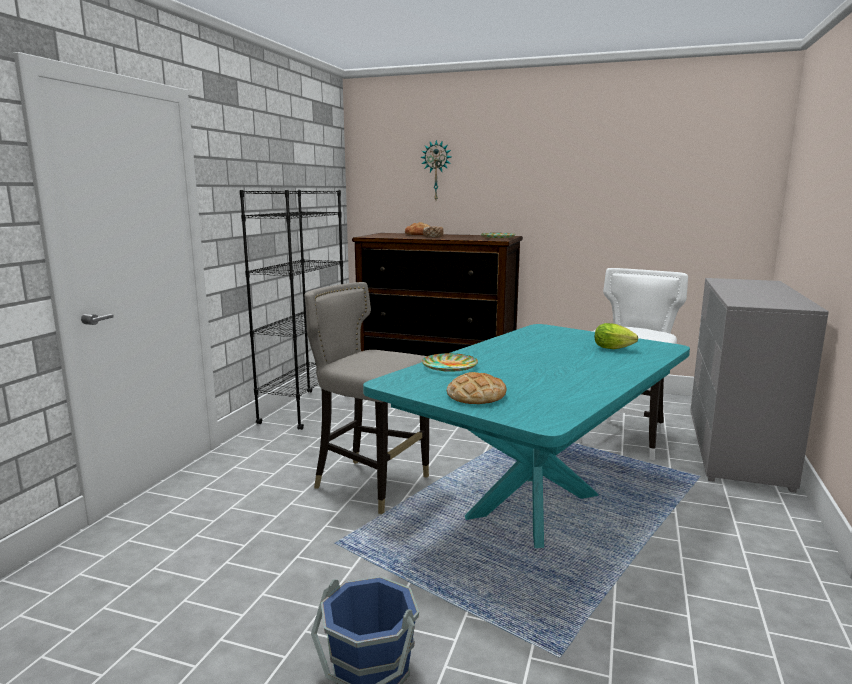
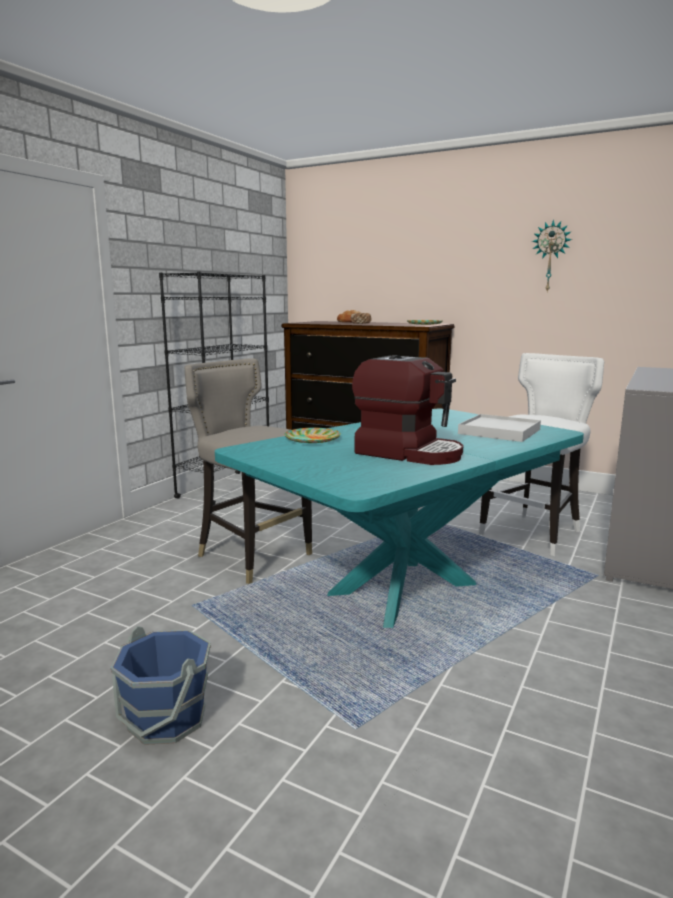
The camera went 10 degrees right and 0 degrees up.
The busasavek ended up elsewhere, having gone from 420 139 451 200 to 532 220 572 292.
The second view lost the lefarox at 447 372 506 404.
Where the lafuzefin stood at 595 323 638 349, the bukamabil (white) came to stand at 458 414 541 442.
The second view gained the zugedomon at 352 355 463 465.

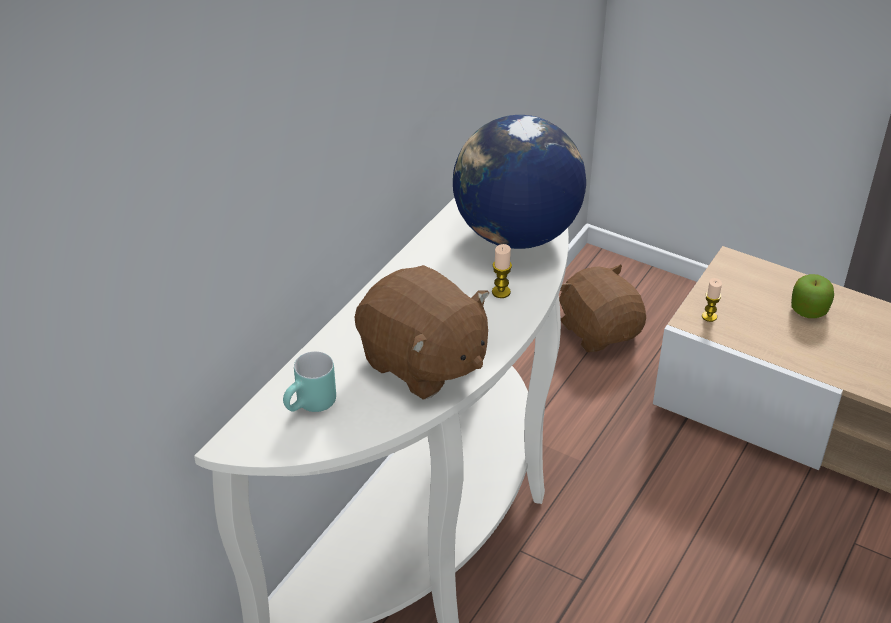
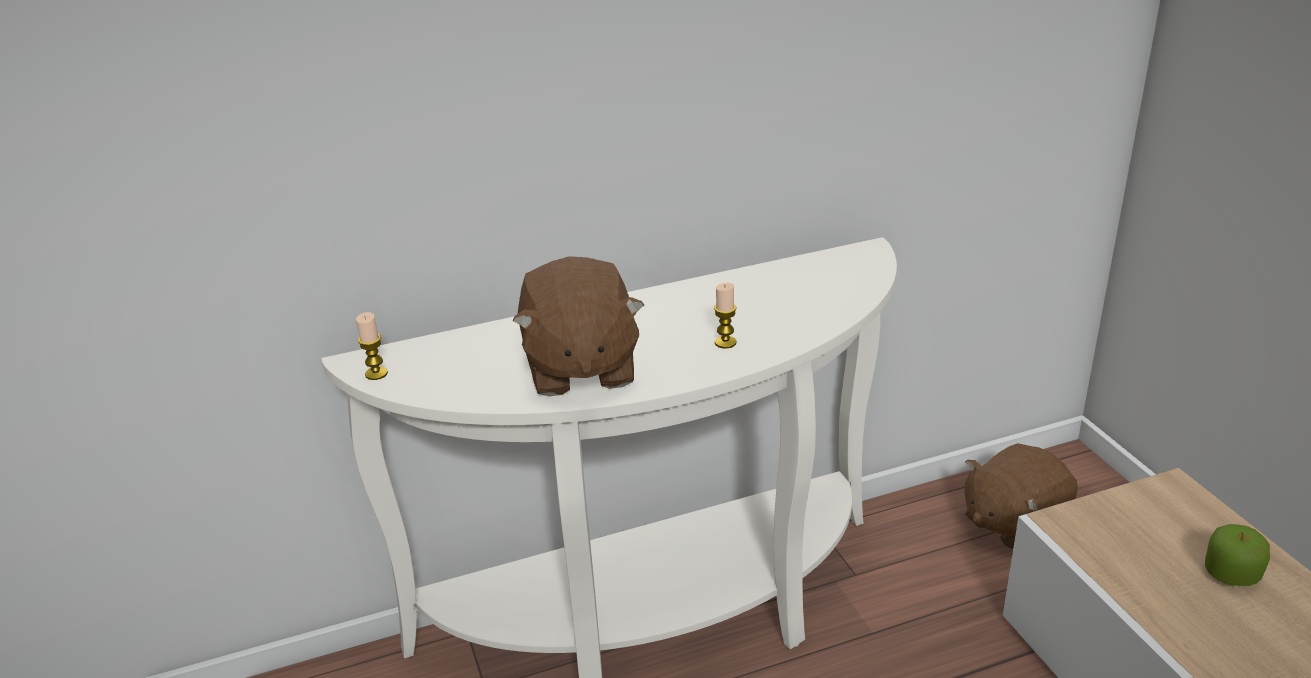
The camera went 40 degrees right and 10 degrees down.
The second view lost the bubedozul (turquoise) at 283 351 336 412.
The second view lost the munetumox at 453 115 586 249.
The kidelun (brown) at 559 264 646 352 ended up facing another way, 135 degrees counterclockwise from before.
The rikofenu ended up elsewhere, having gone from 702 278 722 322 to 356 312 388 380.

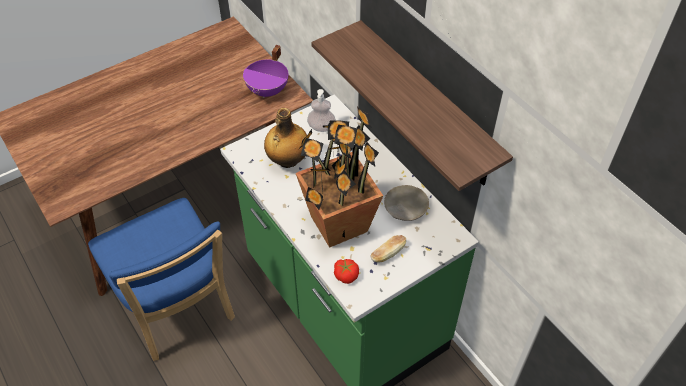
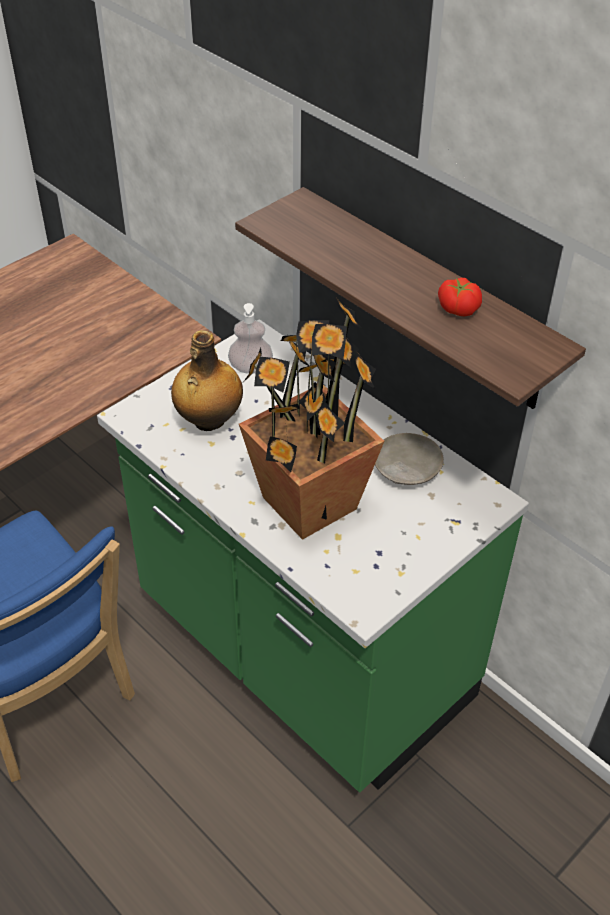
The camera went 10 degrees left and 5 degrees down.
The second view lost the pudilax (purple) at 243 45 288 98.
The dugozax ended up elsewhere, having gone from 334 259 359 284 to 438 278 482 316.
The second view lost the lefarox at 370 235 407 262.

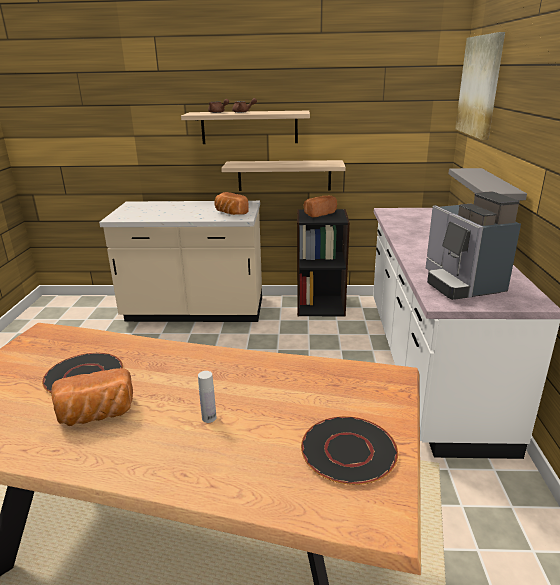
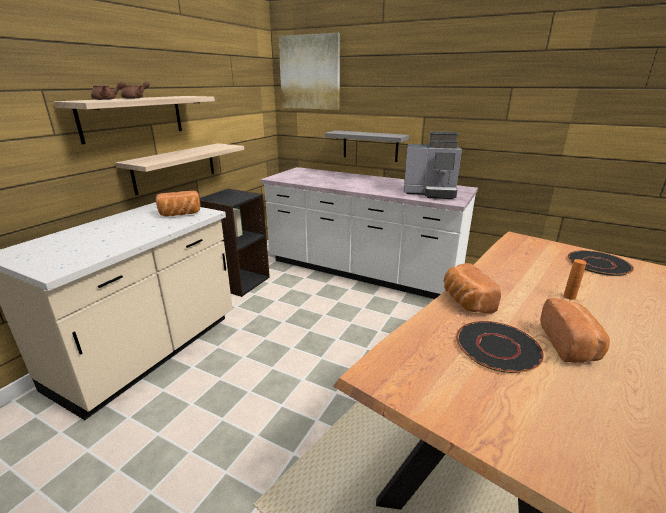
The camera went 65 degrees left and 0 degrees up.
What was the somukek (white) at 198 371 216 423 turned into the somukek (orange) at 563 259 586 300.
The lefarox ended up elsewhere, having gone from 304 196 337 218 to 444 263 501 313.

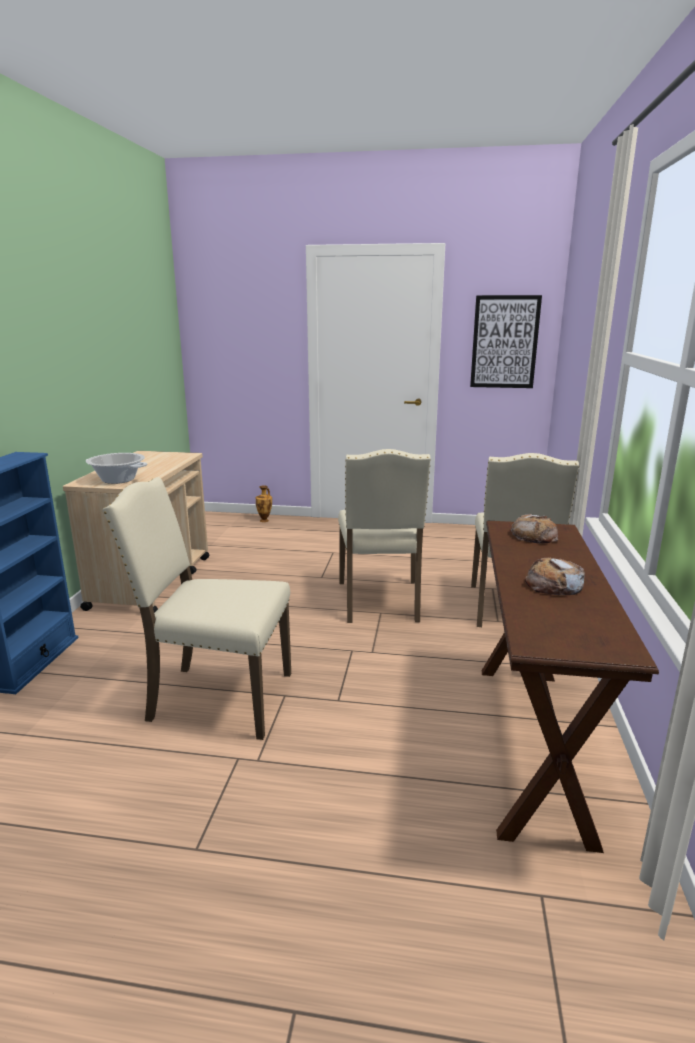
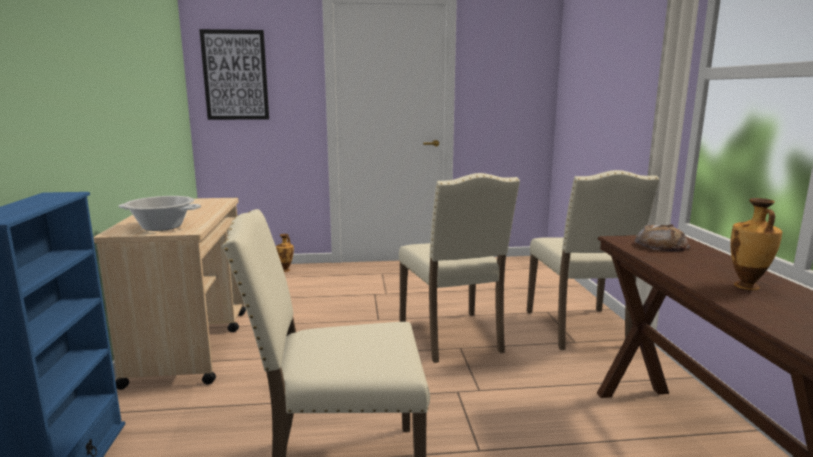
The camera went 15 degrees left and 5 degrees down.
The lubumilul ended up elsewhere, having gone from 470 295 542 388 to 199 29 269 120.
Where the lefarox stood at 525 558 585 595, the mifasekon came to stand at 730 198 782 290.

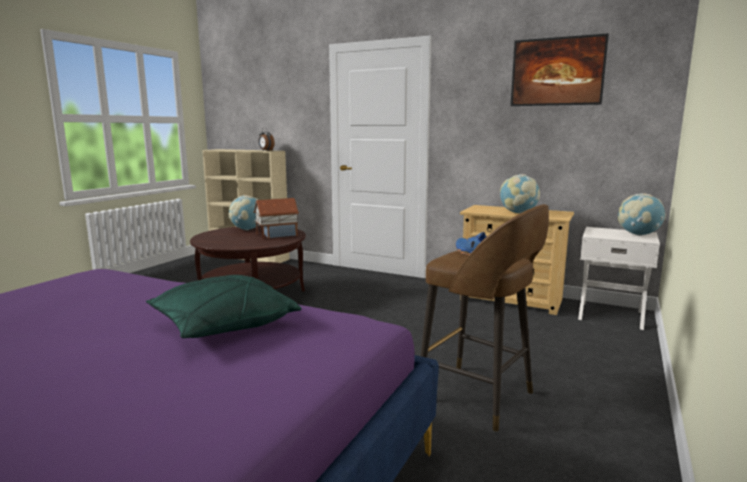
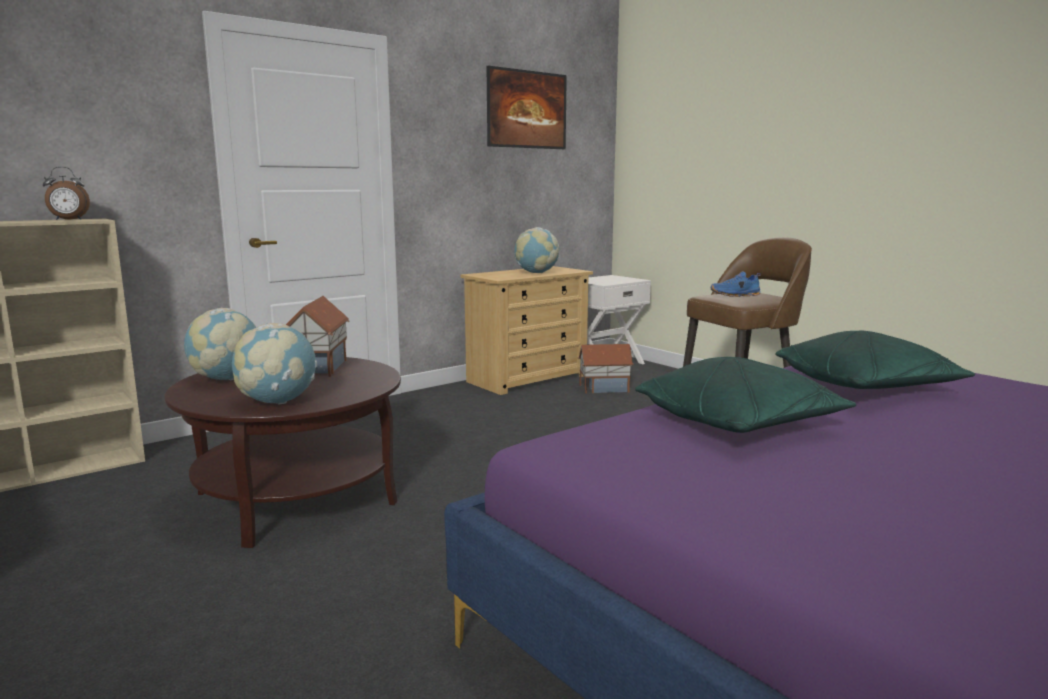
The camera went 65 degrees left and 0 degrees up.
The munetumox ended up elsewhere, having gone from 618 193 666 236 to 232 323 317 405.
The second view gained the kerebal at 578 344 633 393.
The second view gained the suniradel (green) at 635 357 856 433.

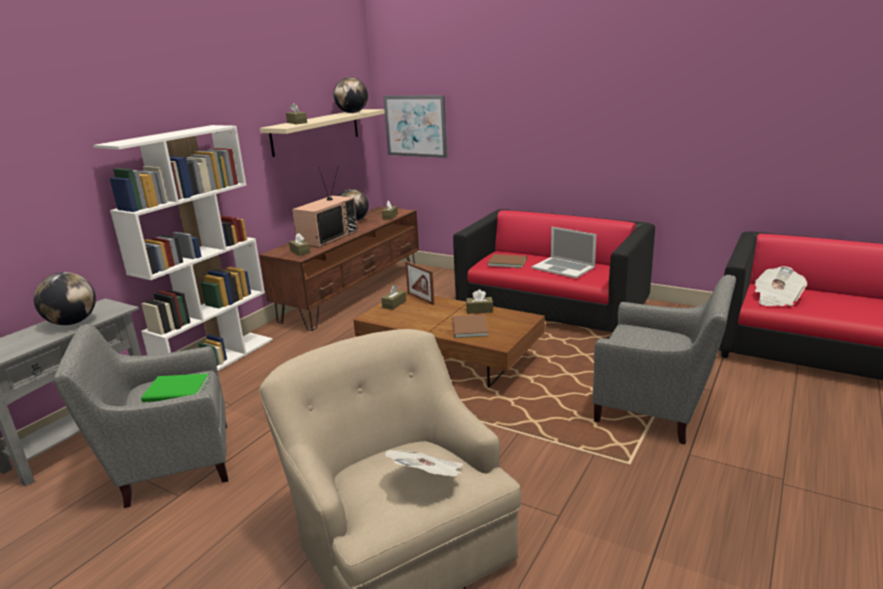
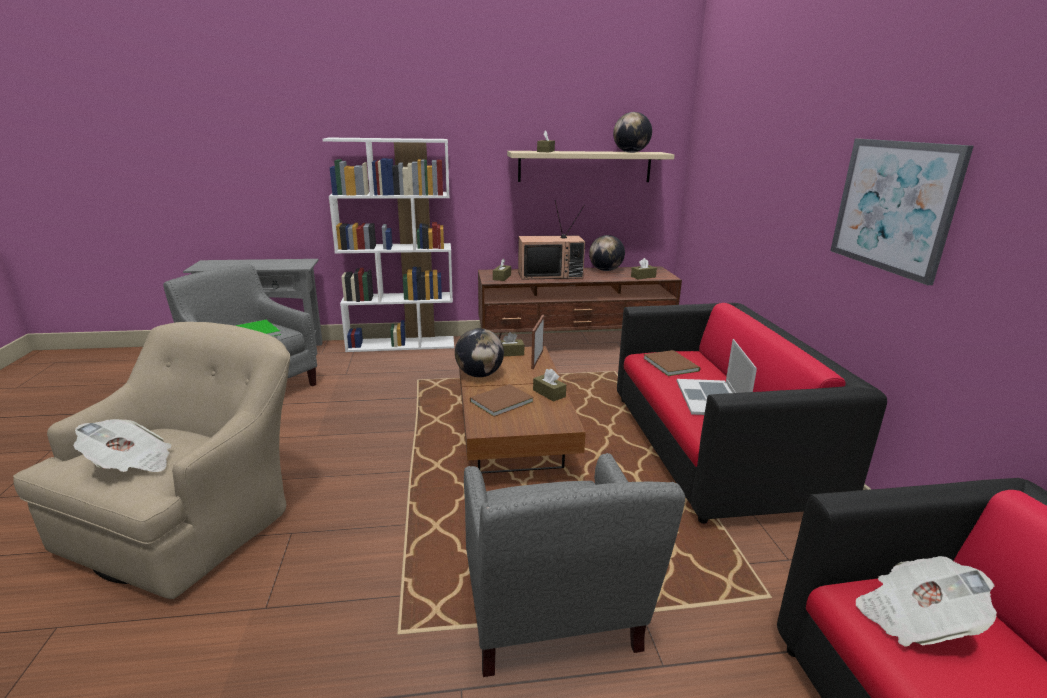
The camera went 50 degrees right and 0 degrees up.
The munetumox ended up elsewhere, having gone from 34 272 96 325 to 455 328 504 377.
The lubumilul ended up elsewhere, having gone from 383 95 447 158 to 830 139 974 285.

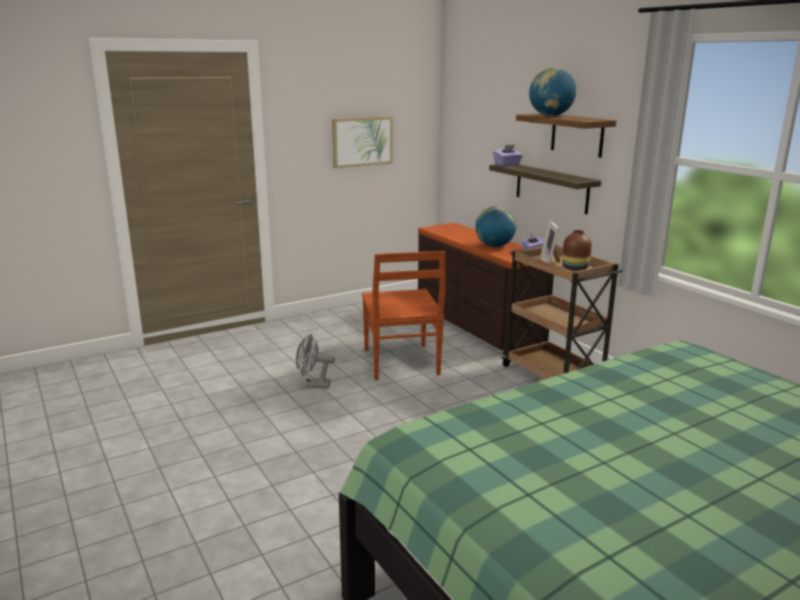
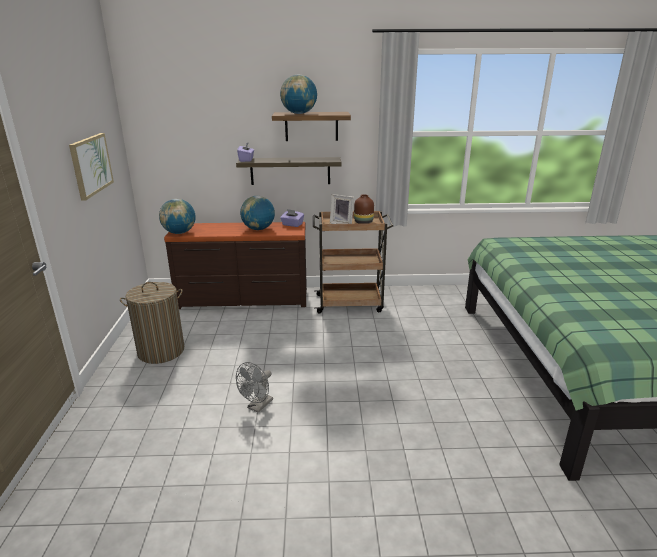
The camera went 60 degrees left and 5 degrees up.
The second view lost the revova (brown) at 362 251 446 380.
The second view gained the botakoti at 120 282 184 364.
The second view gained the munetumox at 159 199 196 234.

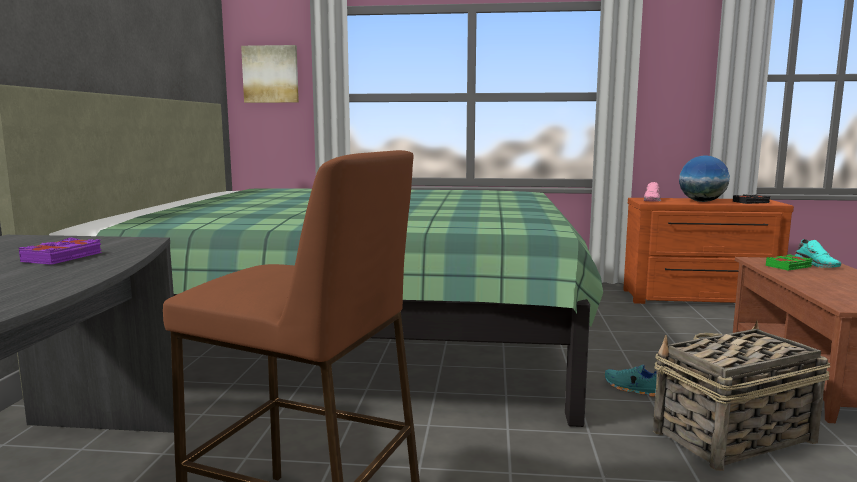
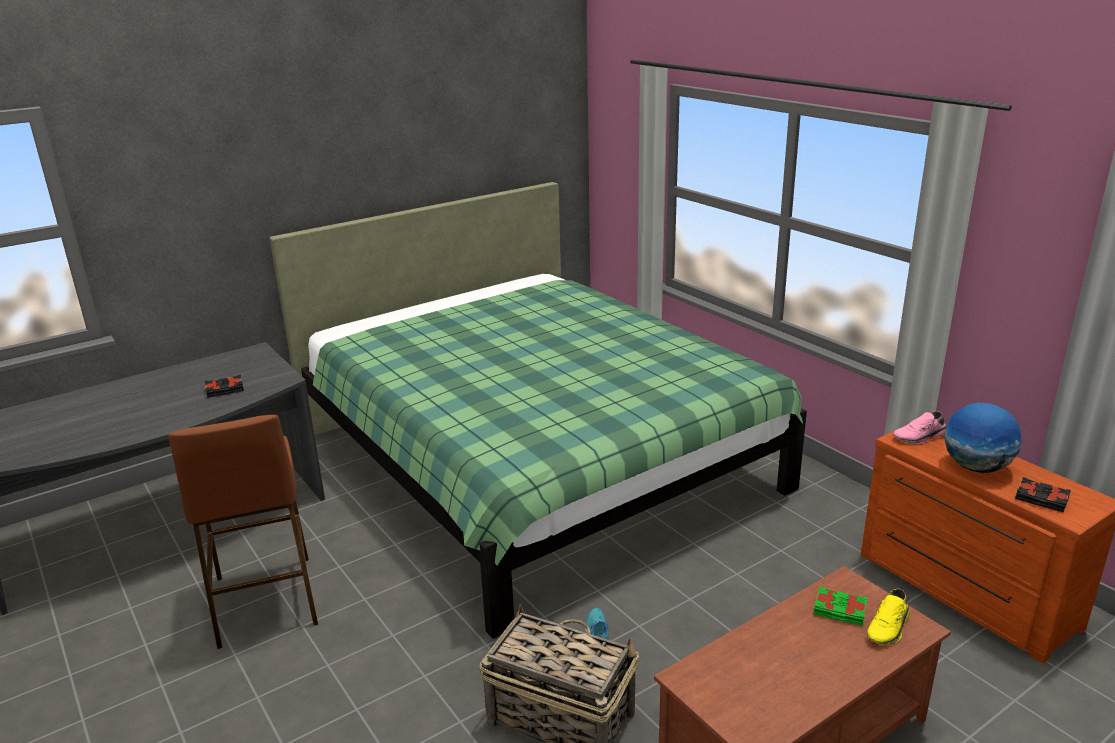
The camera went 50 degrees right and 15 degrees up.
What was the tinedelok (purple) at 19 238 101 265 turned into the tinedelok (black) at 204 375 244 398.
The second view lost the lubumilul at 241 45 299 103.
What was the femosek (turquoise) at 794 239 841 268 turned into the femosek (yellow) at 867 589 910 645.

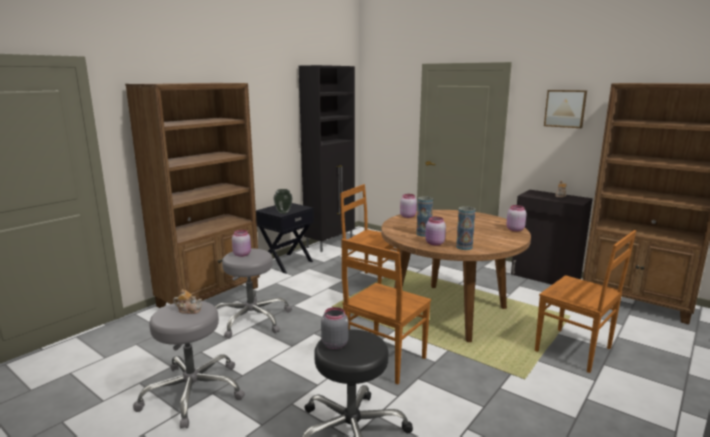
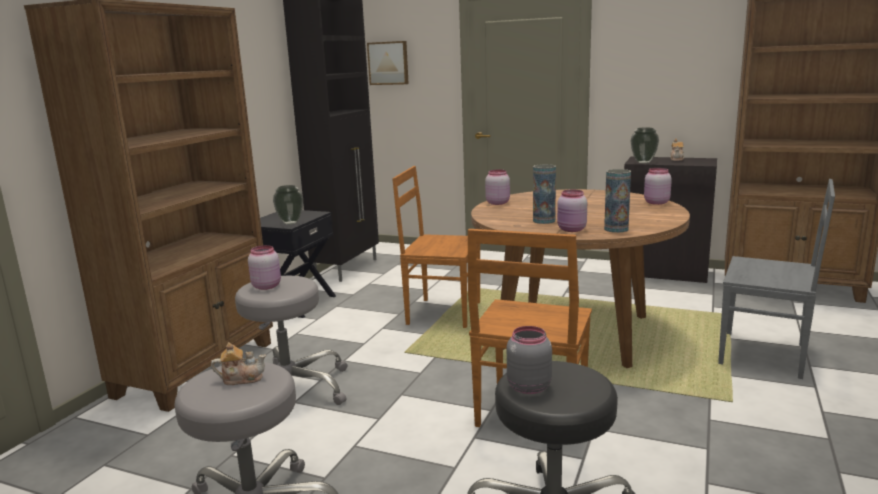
The camera went 15 degrees left and 0 degrees up.
What was the revova (brown) at 535 230 636 373 turned into the revova (grey) at 718 179 835 379.
The lubumilul ended up elsewhere, having gone from 544 90 587 128 to 367 41 409 85.
The second view gained the mifasekon at 631 127 659 163.

